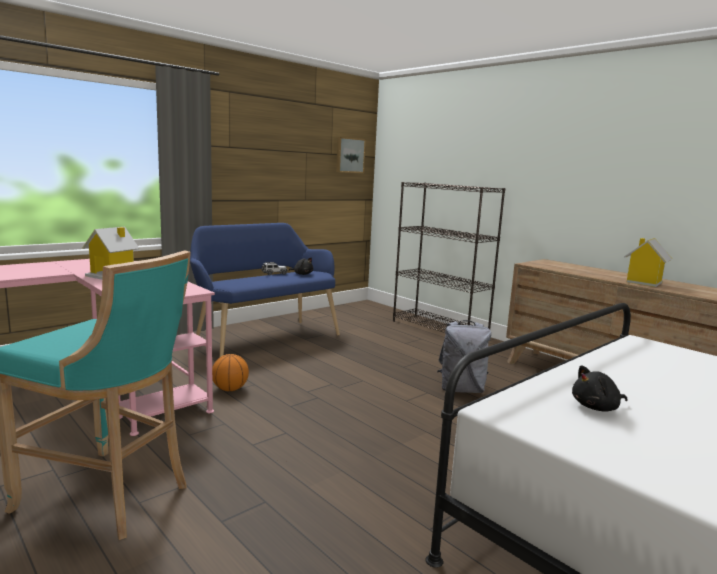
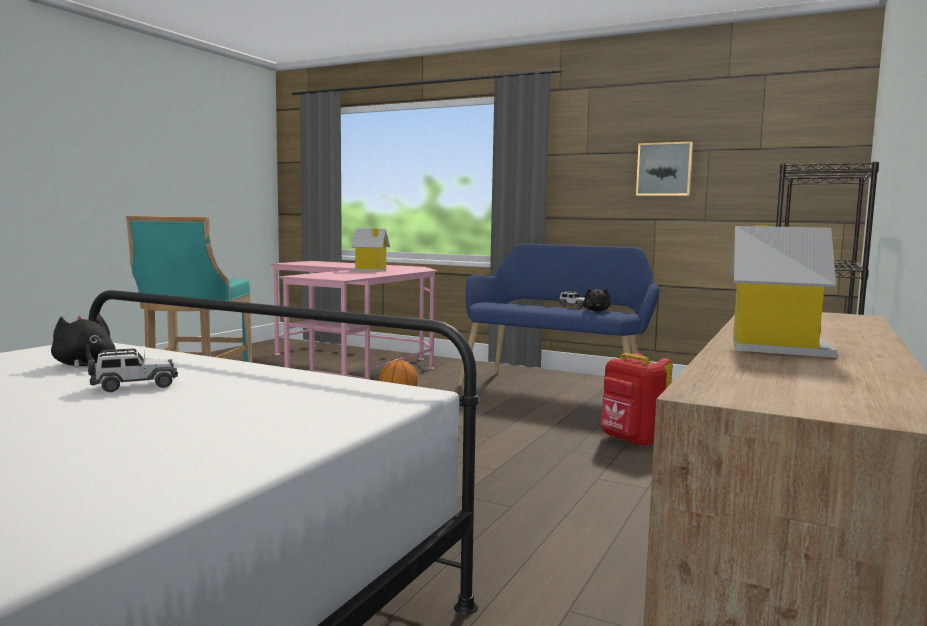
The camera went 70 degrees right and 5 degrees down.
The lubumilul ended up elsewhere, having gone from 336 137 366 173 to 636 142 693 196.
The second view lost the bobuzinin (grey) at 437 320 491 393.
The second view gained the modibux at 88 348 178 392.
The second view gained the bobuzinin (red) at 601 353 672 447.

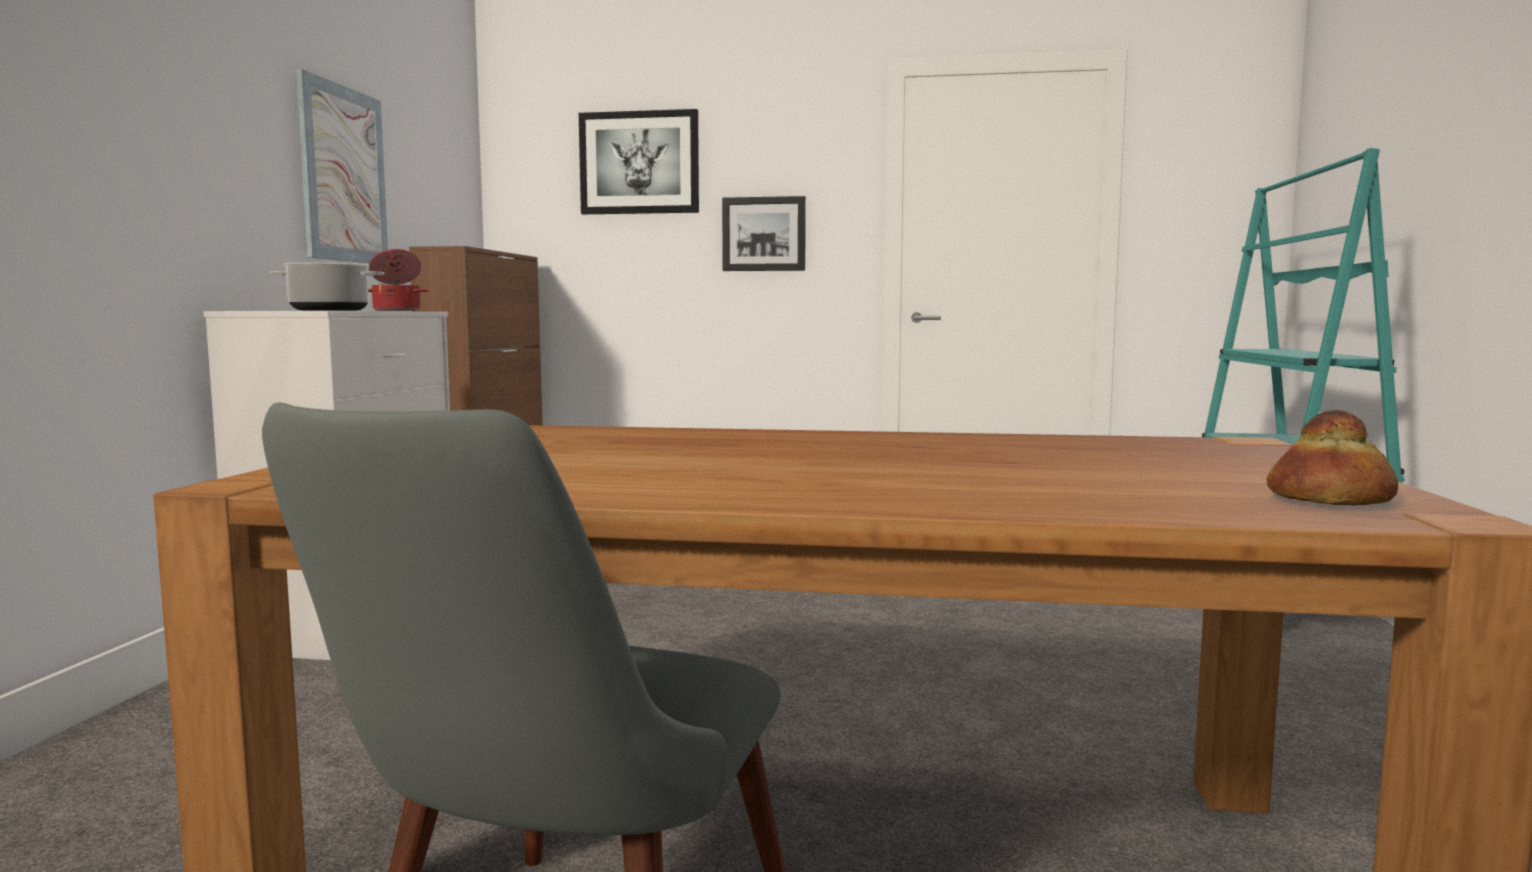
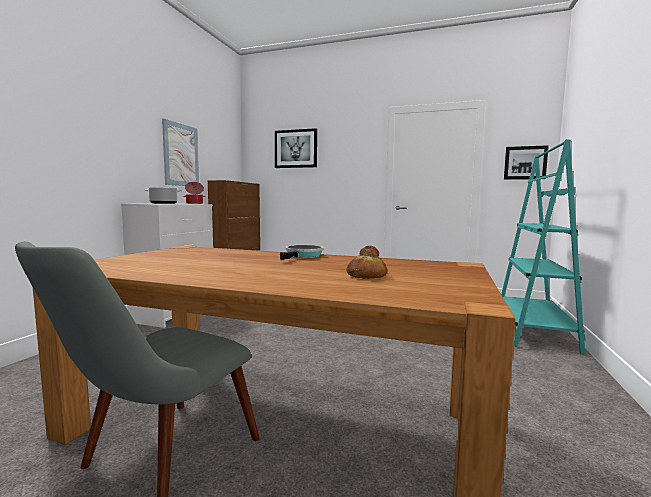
The camera went 10 degrees right and 0 degrees up.
The lubumilul ended up elsewhere, having gone from 722 196 806 271 to 504 145 549 180.
The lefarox ended up elsewhere, having gone from 1266 410 1398 506 to 346 246 387 278.
The second view gained the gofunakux at 280 245 323 260.

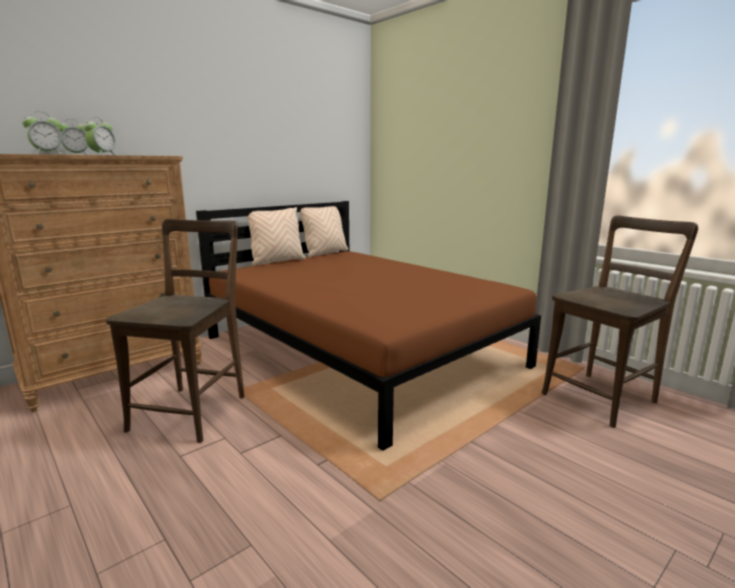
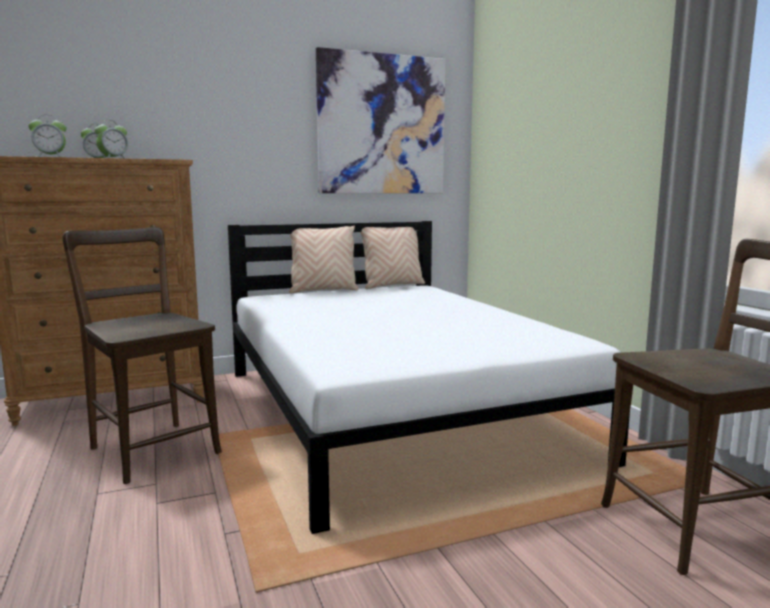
The camera went 20 degrees right and 5 degrees down.
The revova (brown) at 106 219 244 443 ended up facing another way, 75 degrees counterclockwise from before.
What was the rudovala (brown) at 196 201 541 451 turned into the rudovala (white) at 228 221 630 534.
The second view gained the lubumilul at 316 47 445 193.

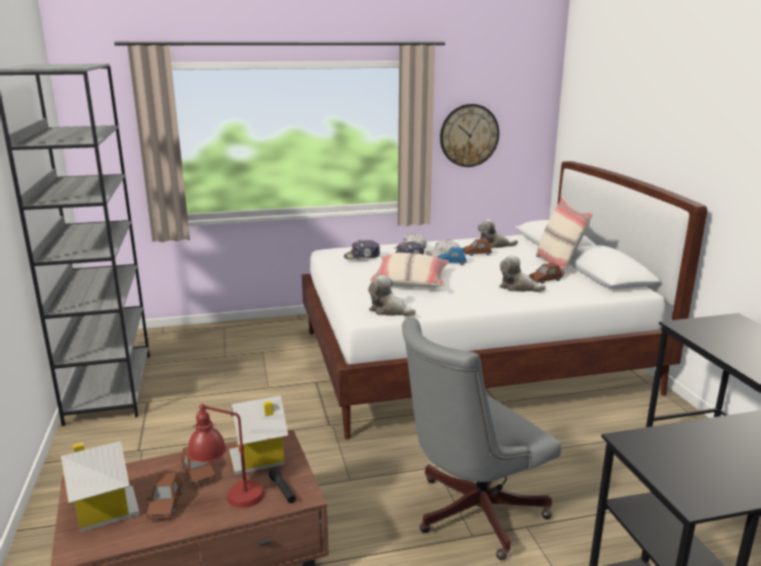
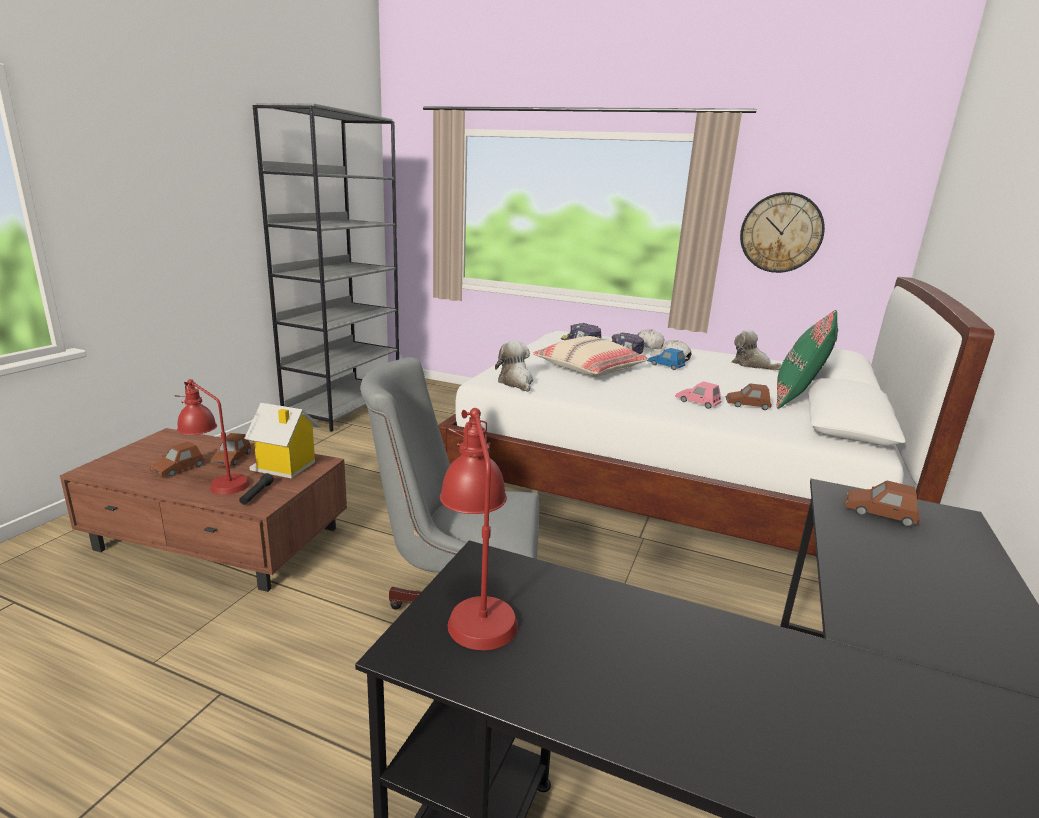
The camera went 35 degrees right and 0 degrees up.
The second view lost the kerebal at 61 441 140 533.
The modibux (brown) ended up elsewhere, having gone from 463 239 492 256 to 845 480 920 527.
Where the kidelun stood at 499 255 546 292, the modibux (pink) came to stand at 675 381 721 409.
What was the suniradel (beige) at 536 197 593 277 turned into the suniradel (green) at 777 310 838 409.
The second view gained the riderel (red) at 440 408 518 650.

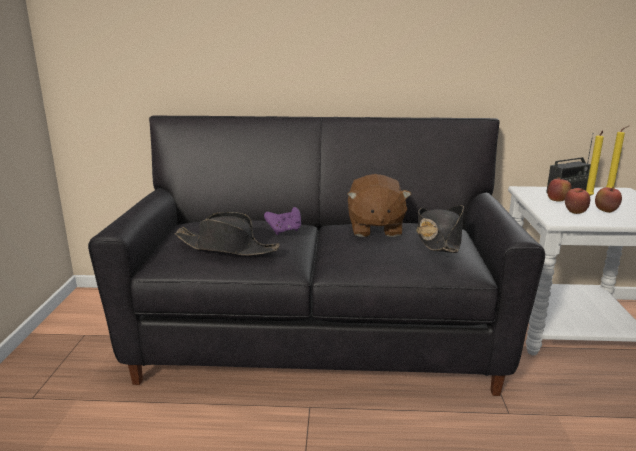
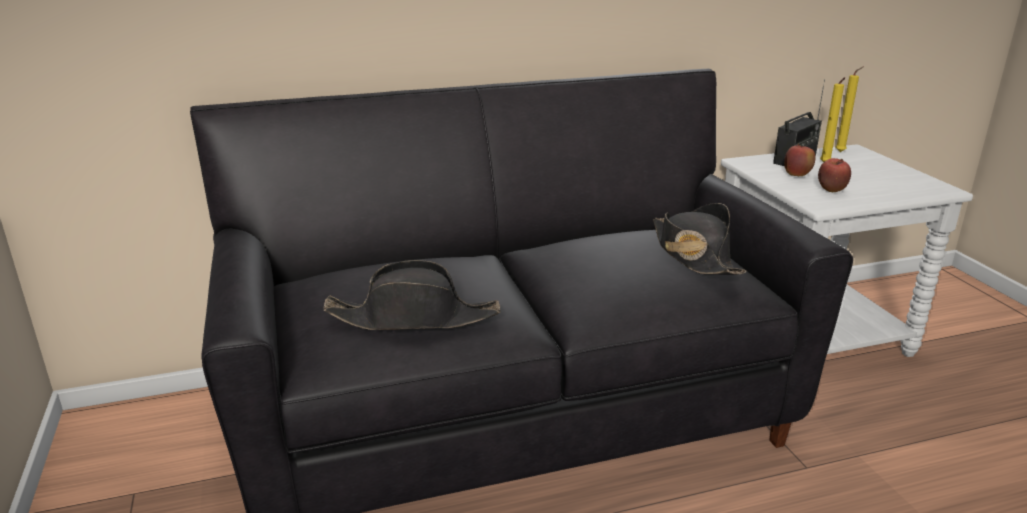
The camera went 20 degrees left and 5 degrees up.
The second view lost the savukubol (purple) at 264 207 301 235.
The second view lost the kidelun (brown) at 347 174 411 237.
The second view lost the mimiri at 595 186 622 213.

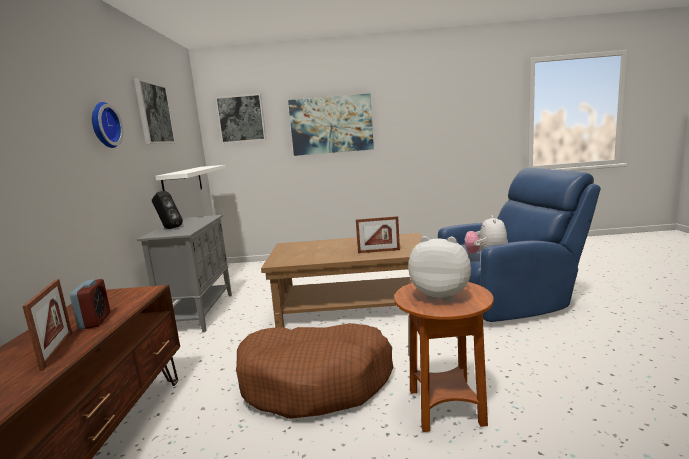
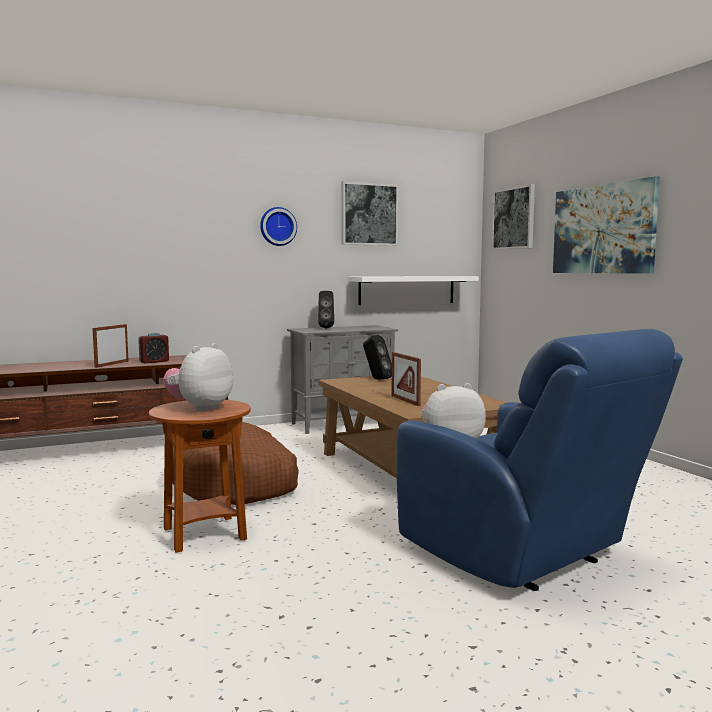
The camera went 65 degrees right and 5 degrees down.
The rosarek at 22 279 73 371 ended up facing another way, 150 degrees clockwise from before.
The kidelun at 408 236 471 301 ended up facing another way, 150 degrees counterclockwise from before.
The second view gained the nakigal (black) at 363 335 392 380.

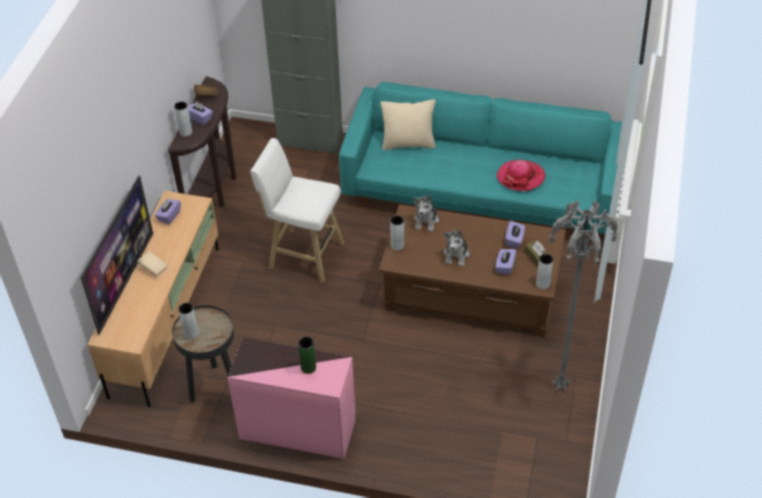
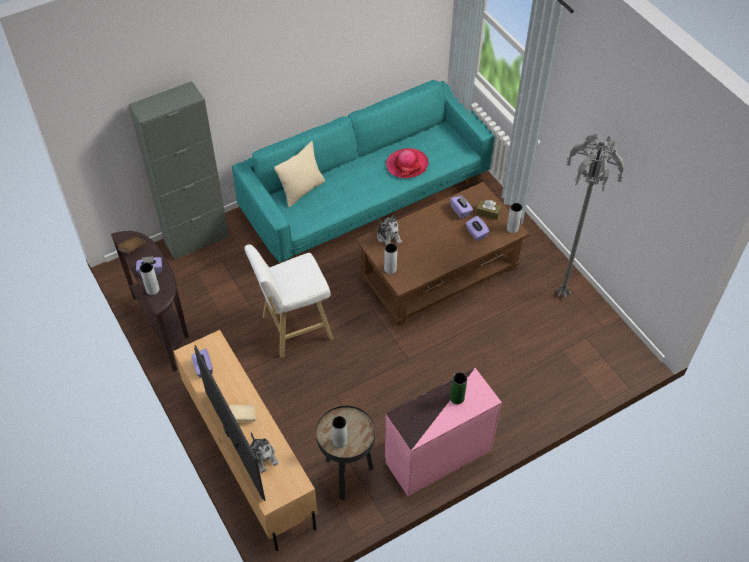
The camera went 45 degrees left and 5 degrees up.
The kidelun ended up elsewhere, having gone from 444 230 470 266 to 250 432 279 473.

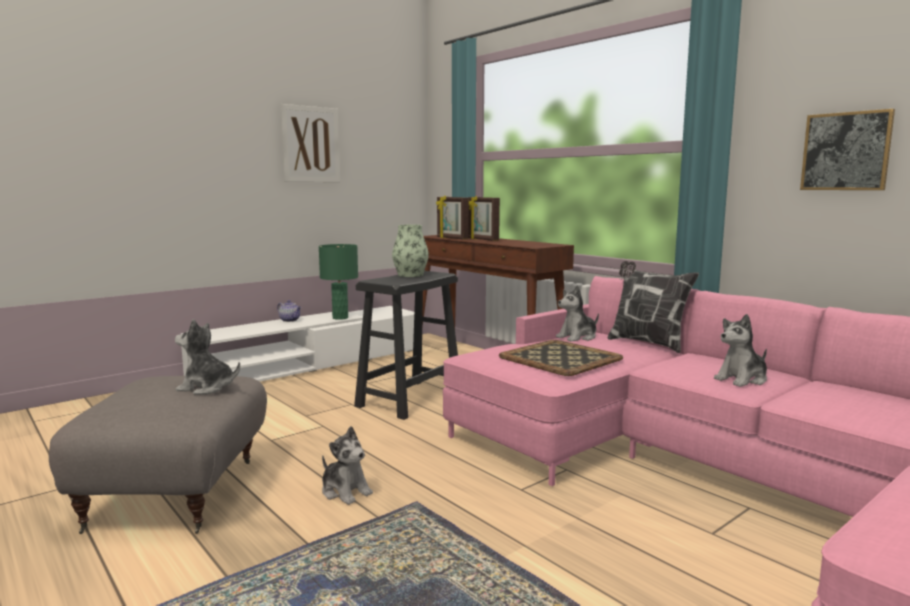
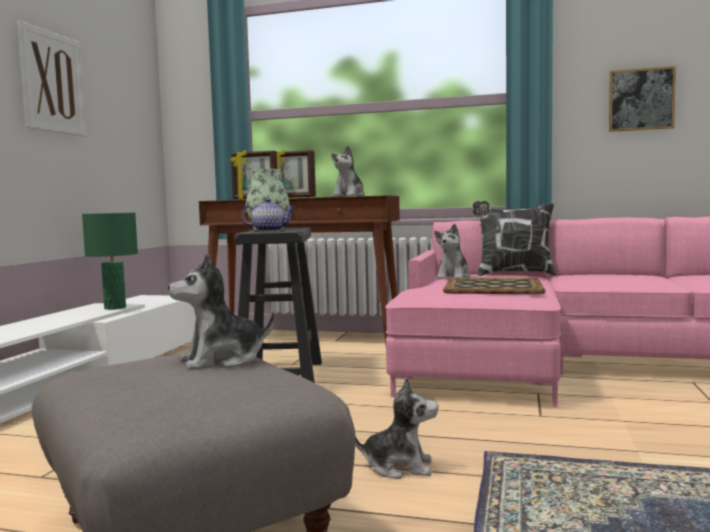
The camera went 35 degrees left and 5 degrees down.
The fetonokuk ended up elsewhere, having gone from 277 300 301 322 to 241 199 296 231.
The kidelun ended up elsewhere, having gone from 714 314 767 387 to 331 146 365 197.

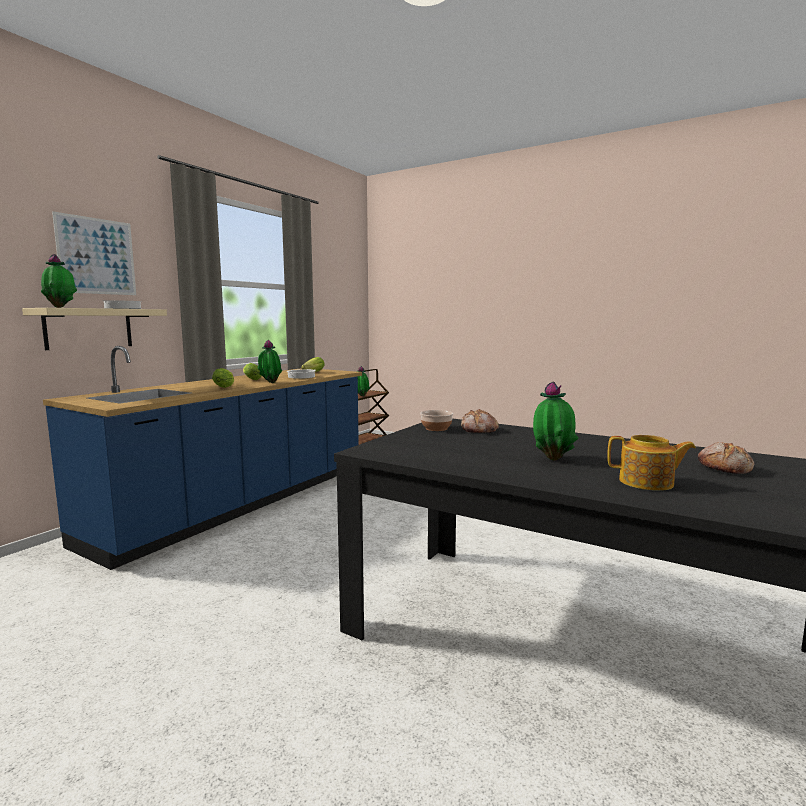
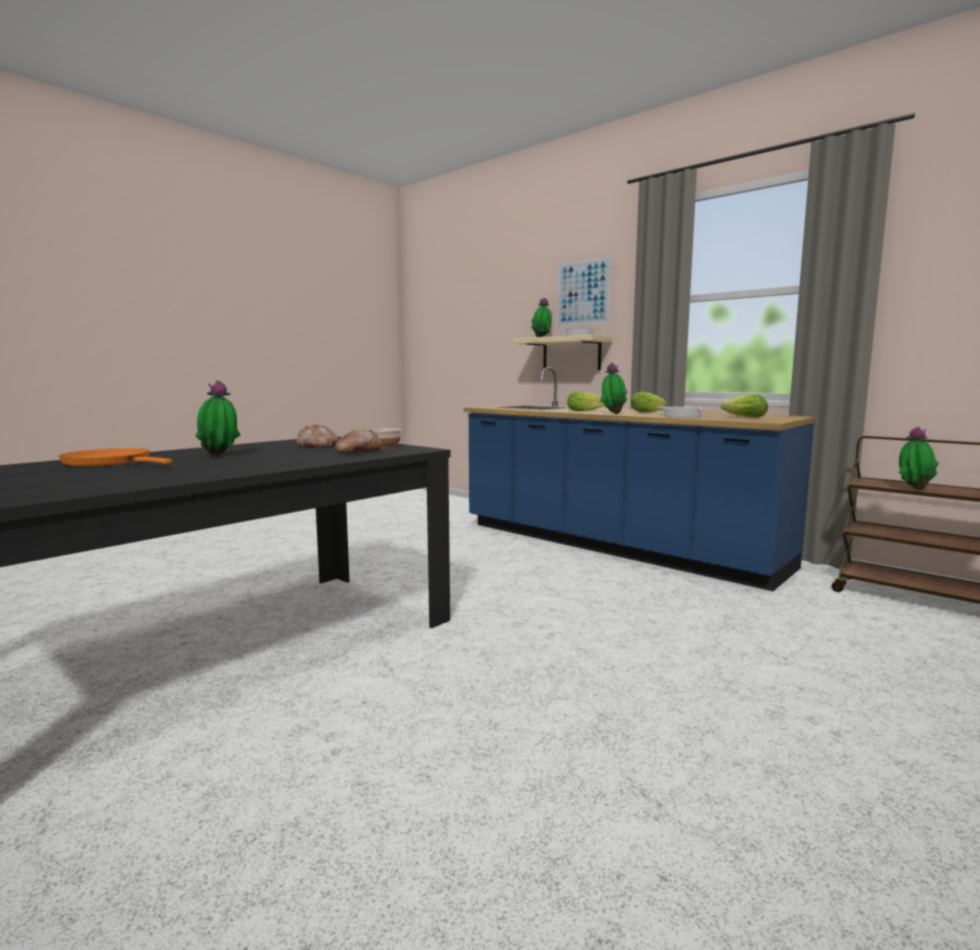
The camera went 100 degrees right and 0 degrees up.
Where the fetonokuk stood at 607 435 696 491, the gofunakux (orange) came to stand at 59 448 172 466.
The lefarox ended up elsewhere, having gone from 698 443 754 474 to 297 424 338 448.

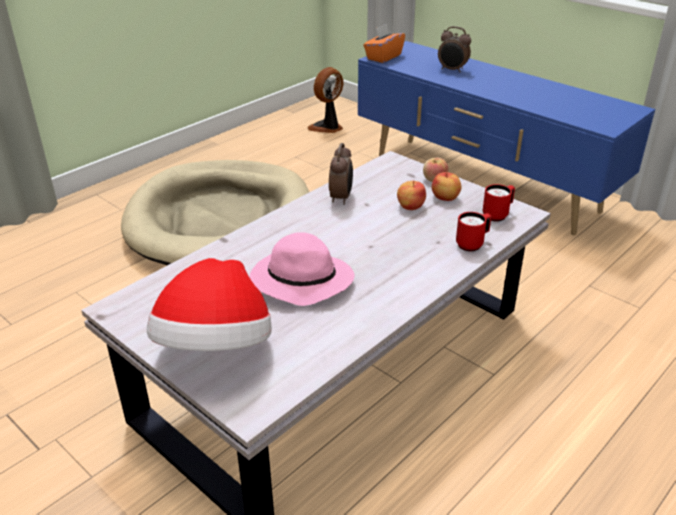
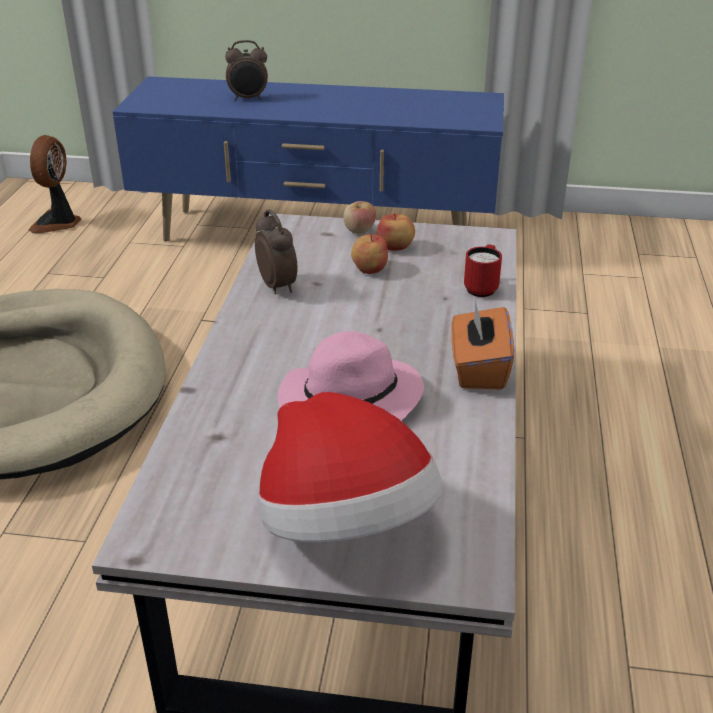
The camera went 35 degrees left and 0 degrees up.
The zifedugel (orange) ended up elsewhere, having gone from 363 24 405 63 to 451 301 514 390.
The second view lost the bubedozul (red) at 483 184 515 222.

